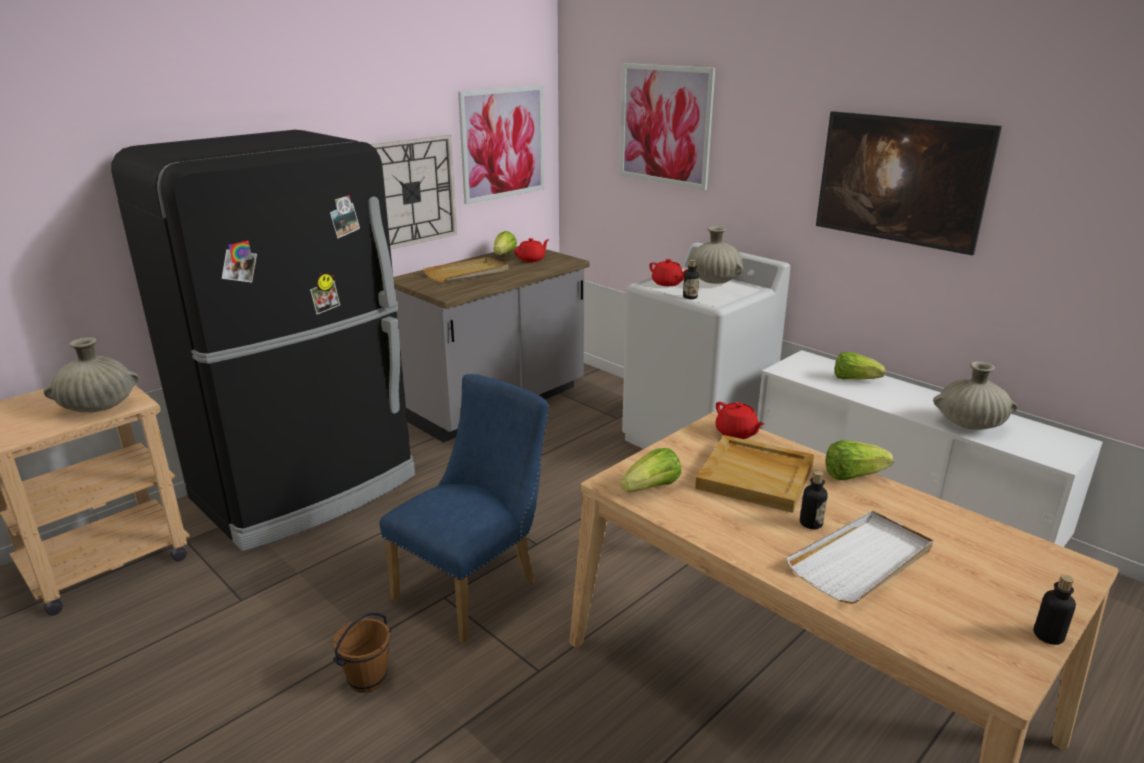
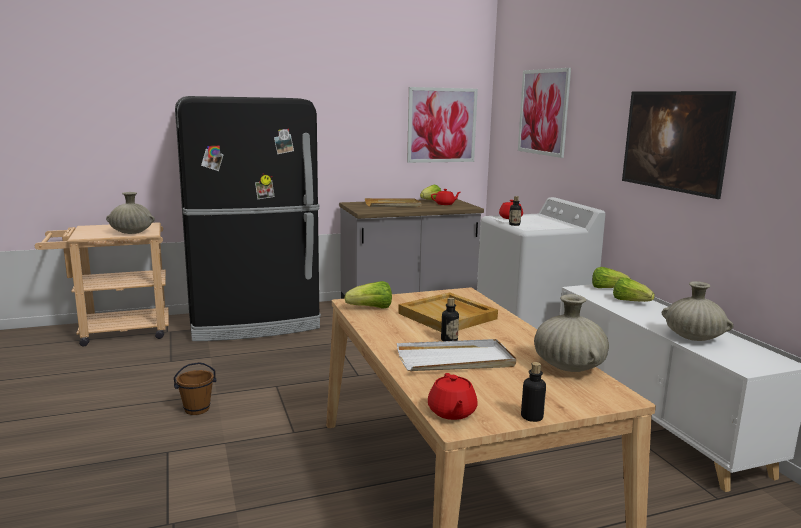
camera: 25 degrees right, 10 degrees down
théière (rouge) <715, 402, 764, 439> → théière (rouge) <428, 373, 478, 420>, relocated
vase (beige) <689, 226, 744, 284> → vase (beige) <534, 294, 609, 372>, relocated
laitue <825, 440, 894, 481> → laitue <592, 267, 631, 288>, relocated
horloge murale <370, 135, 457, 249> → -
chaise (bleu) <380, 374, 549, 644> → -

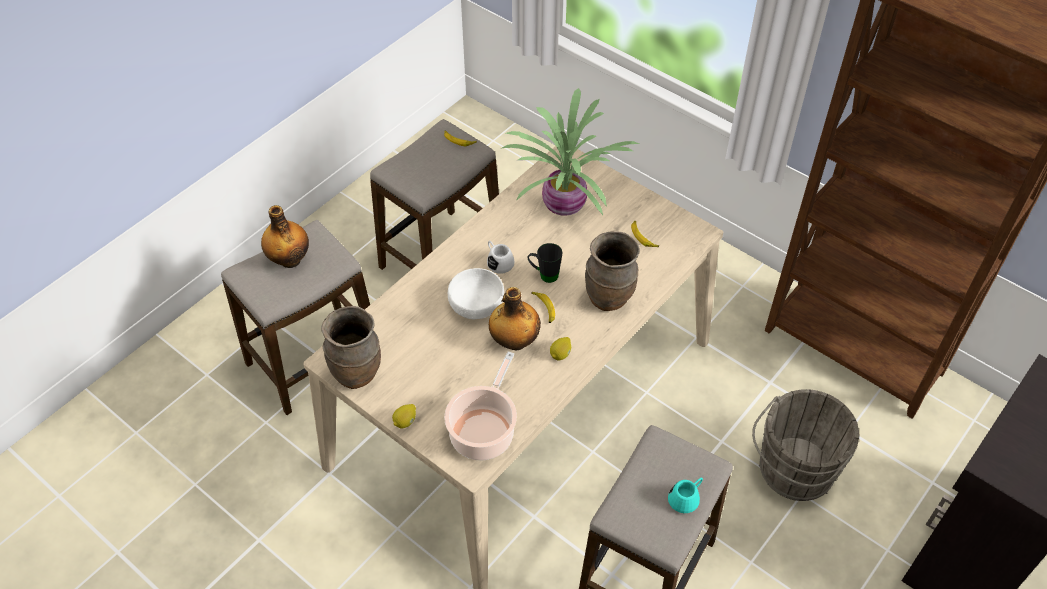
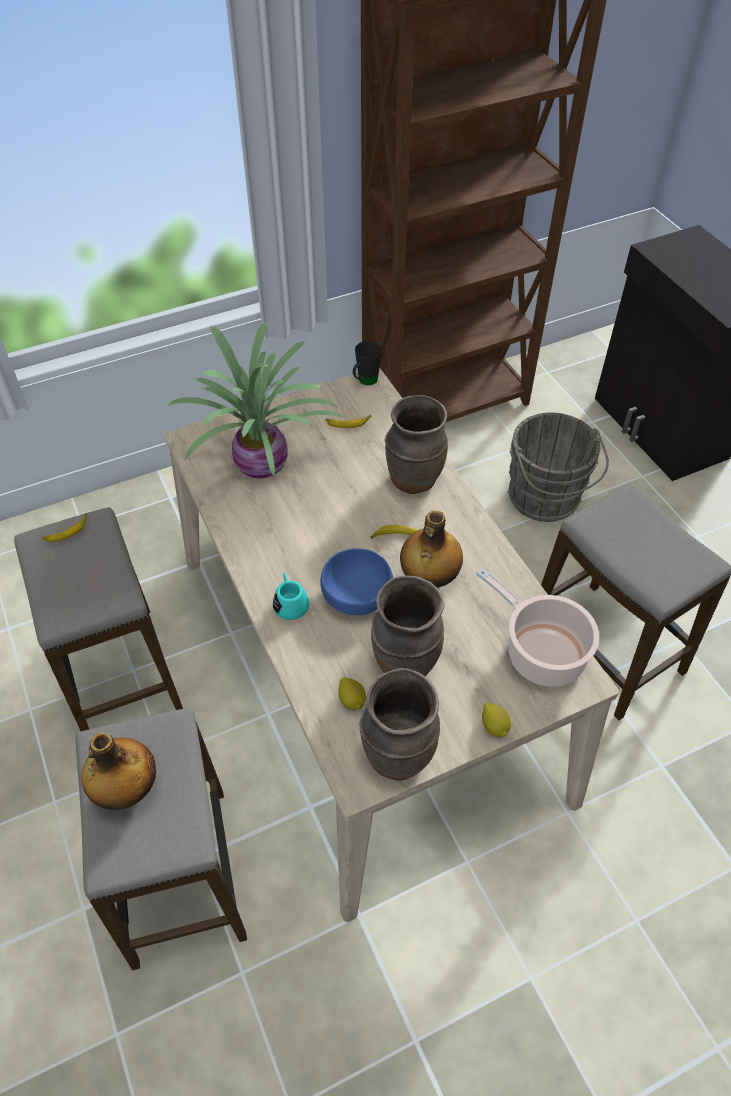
camera: 65 degrees left, 0 degrees up
mug (turquoise) <668, 478, 703, 513> → mug (turquoise) <273, 572, 310, 620>, relocated
bol (blanc) <448, 268, 504, 320> → bol (bleu) <320, 548, 393, 615>
citron <550, 337, 571, 361> → citron <338, 677, 366, 710>, relocated
mug (noir) <528, 243, 562, 283> → mug (noir) <353, 341, 382, 385>, relocated
- → vase (marron) <371, 576, 444, 676>
mug (blanc) <487, 241, 514, 274> → -

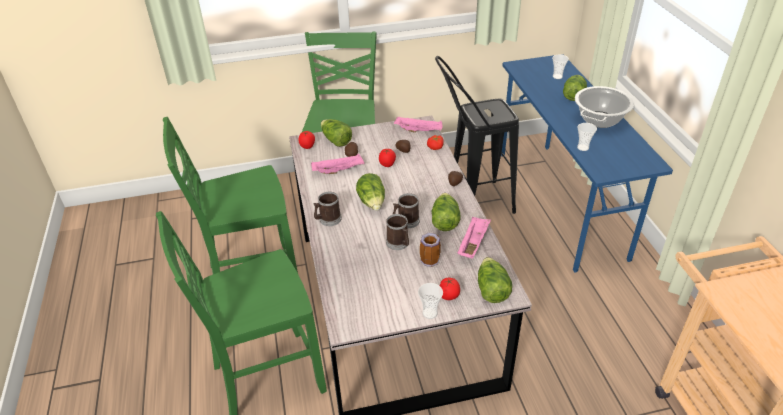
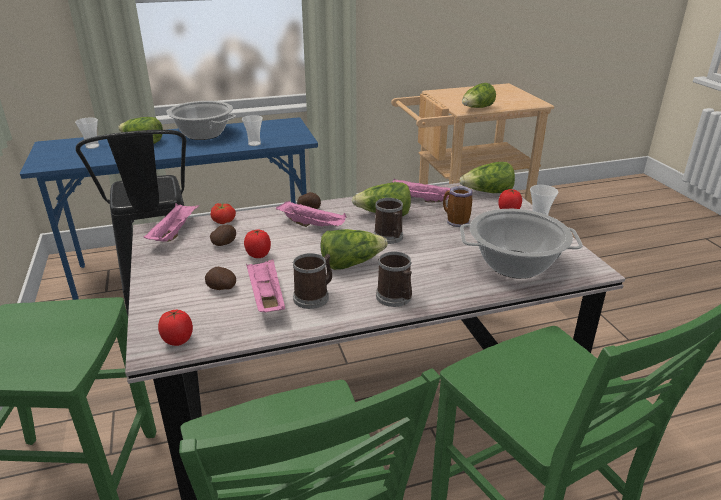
camera: 95 degrees left, 10 degrees down
- → plateau (rose) <276, 201, 347, 227>
mug <386, 214, 409, 250> → mug <293, 253, 332, 309>, relocated
- → marmite <460, 209, 583, 279>
laitue <321, 119, 352, 147> → laitue <462, 83, 496, 108>, relocated

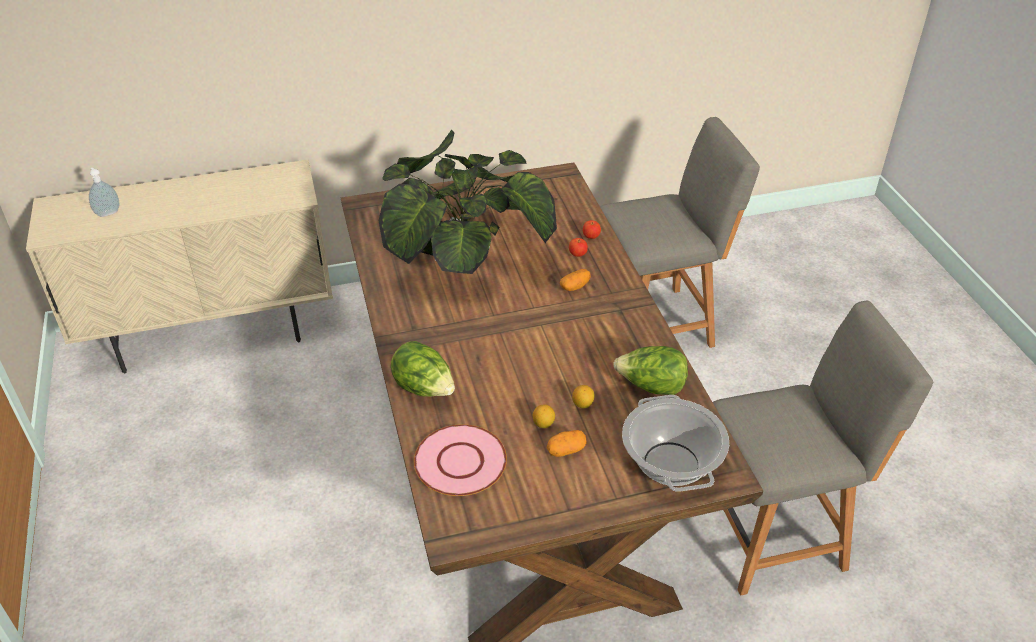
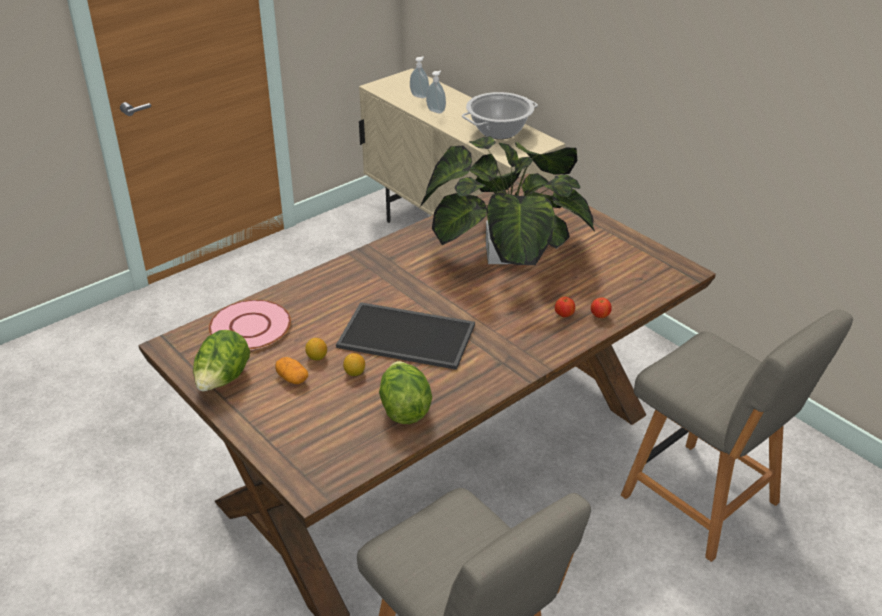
camera: 65 degrees right, 5 degrees down
laitue <391, 341, 455, 397> → laitue <193, 330, 250, 391>, relocated
- → plateau <336, 302, 475, 370>
- → distributeur de savon <426, 71, 446, 113>
marmite <622, 395, 729, 492> → marmite <462, 92, 538, 139>, relocated
pomme de terre <560, 269, 591, 291> → -

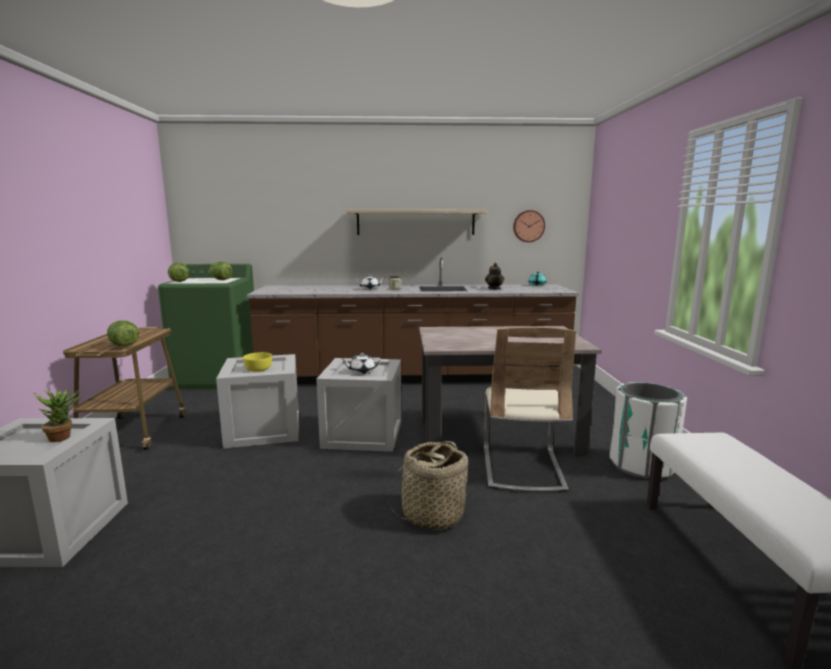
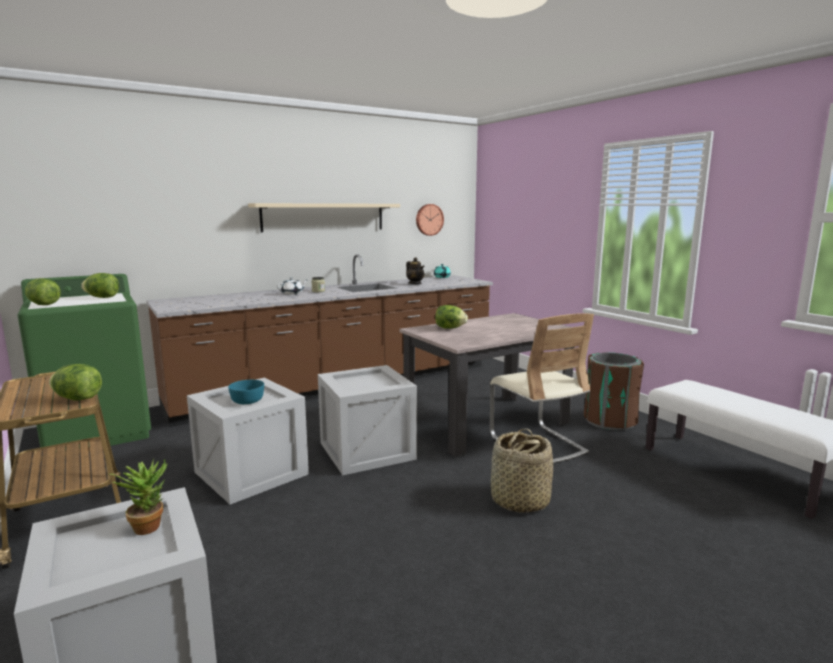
camera: 30 degrees left, 0 degrees up
bol (jaune) <243, 352, 272, 372> → bol (turquoise) <228, 380, 264, 404>
- → laitue <435, 305, 468, 329>
poubelle (blanc) <609, 382, 687, 479> → poubelle (marron) <584, 353, 644, 430>
théière (blanc) <341, 353, 381, 374> → -

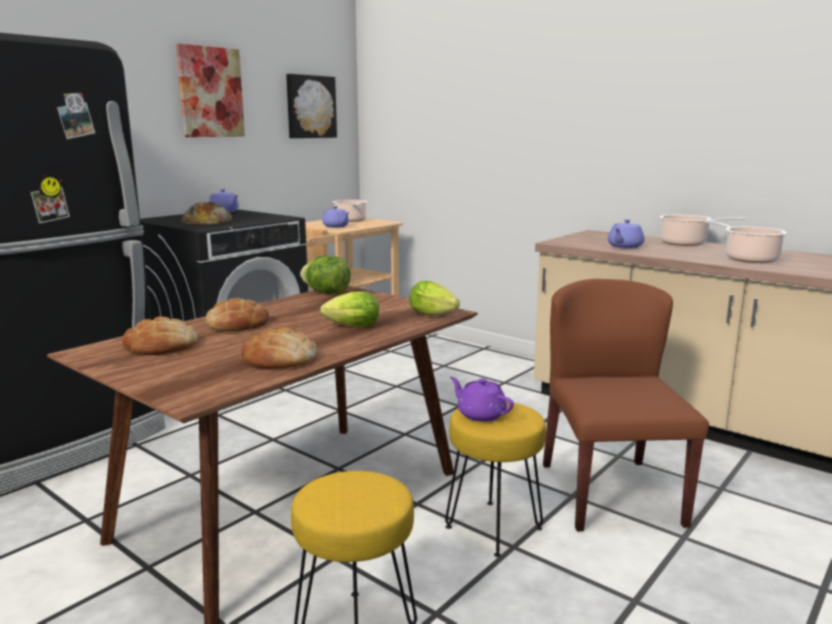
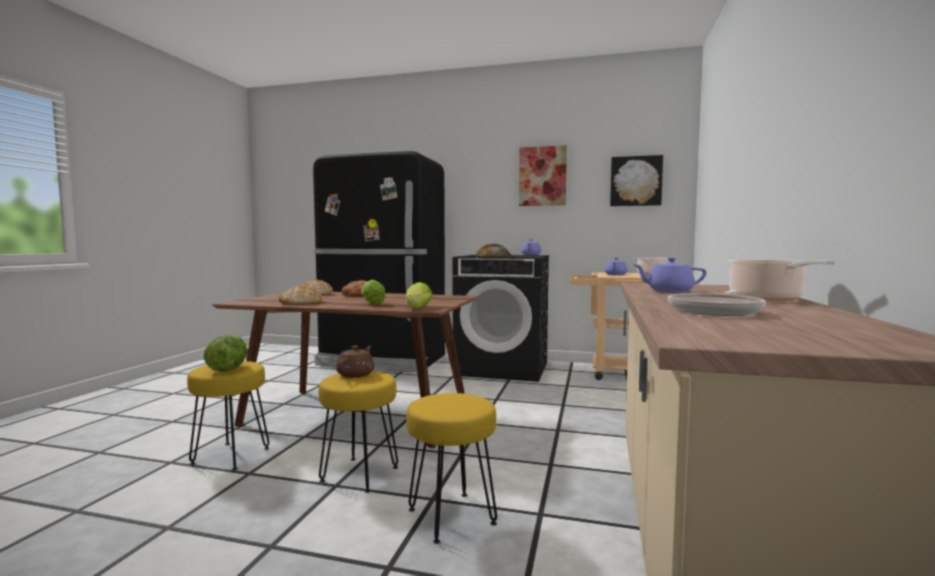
camera: 65 degrees right, 10 degrees down
laitue <300, 256, 351, 294> → laitue <204, 335, 248, 372>, relocated
théière (violet) <450, 377, 514, 422> → théière (marron) <336, 346, 374, 378>
chaise (marron) <543, 279, 709, 532> → tabouret (jaune) <406, 393, 497, 544>
marmite <704, 220, 787, 263> → poêle <668, 289, 766, 316>

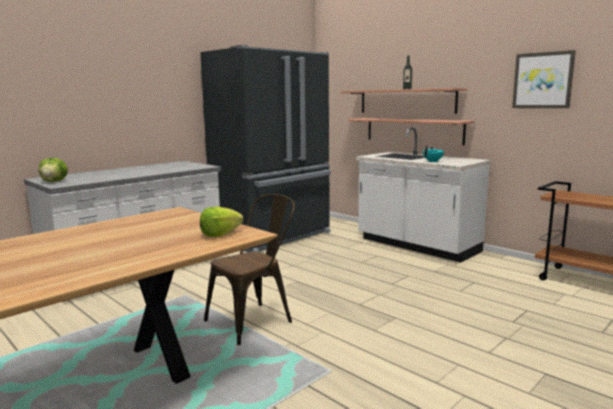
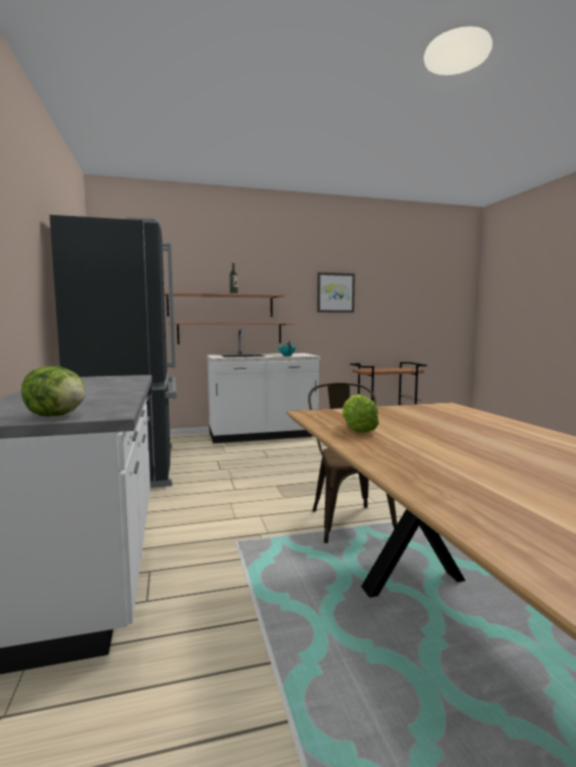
camera: 60 degrees left, 5 degrees down
laitue <200, 206, 243, 237> → laitue <342, 394, 379, 433>, relocated

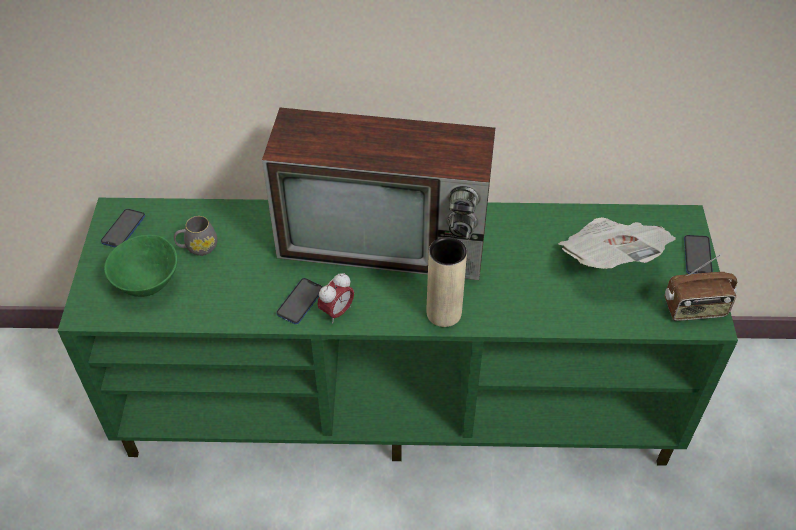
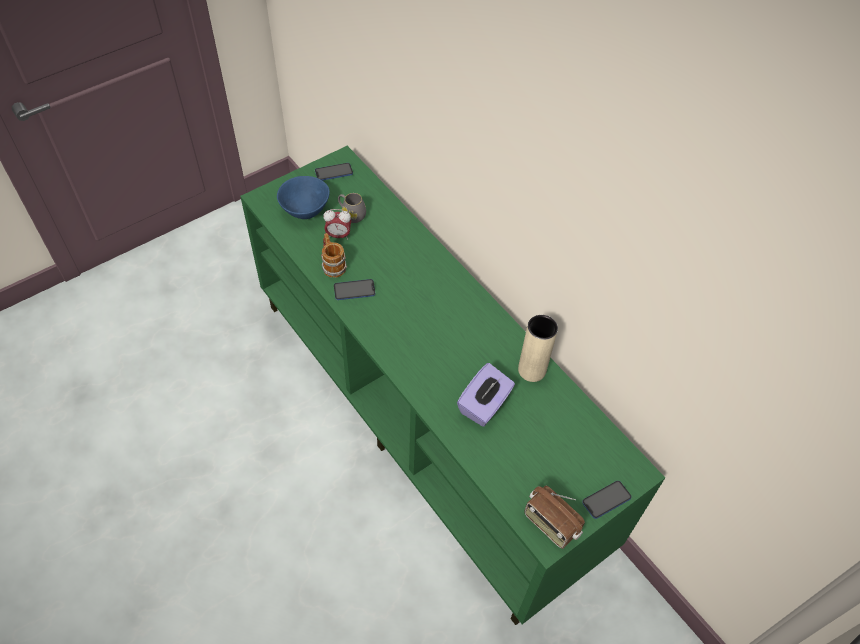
camera: 50 degrees right, 5 degrees up
bol (vert) <104, 235, 178, 297> → bol (bleu) <277, 176, 330, 219>
- → mug <321, 233, 347, 278>
réveil <317, 273, 354, 324> → réveil <323, 209, 352, 240>, relocated
- → boîte à mouchoirs (violet) <457, 363, 515, 427>
vase (beige) <426, 237, 467, 327> → vase (beige) <518, 315, 558, 382>, relocated
téléviseur <262, 108, 495, 280> → -
journal <558, 217, 676, 269> → -

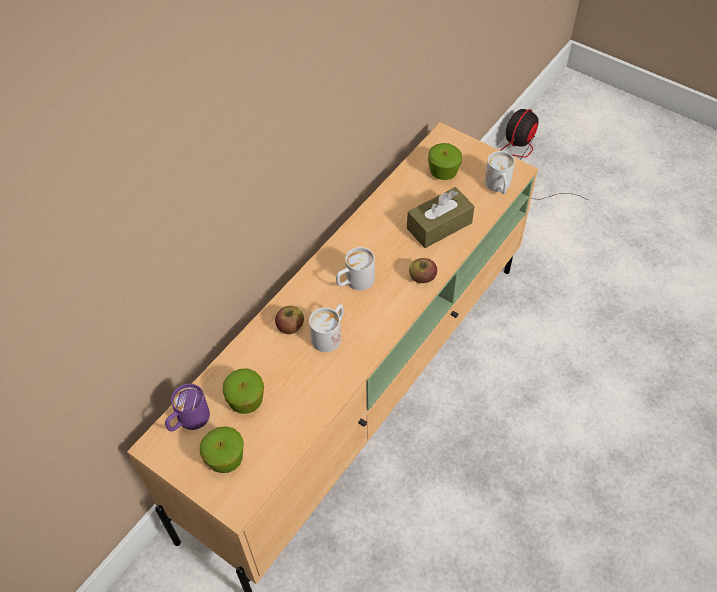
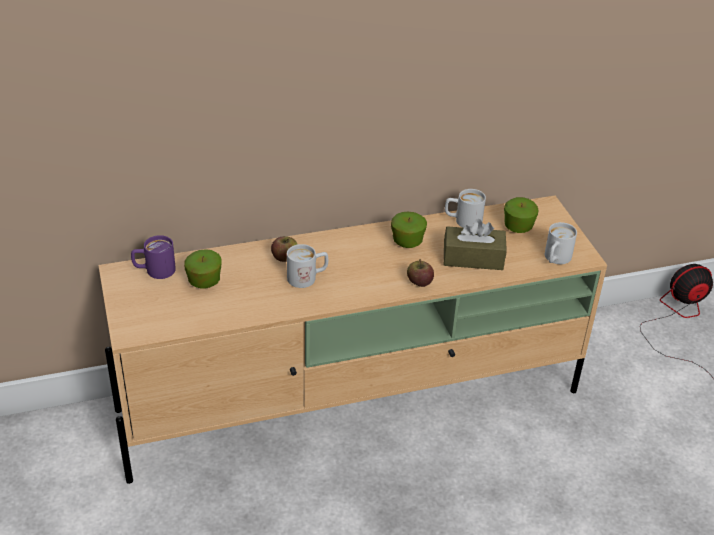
camera: 35 degrees right, 15 degrees down
pomme <200, 426, 244, 473> → pomme <391, 212, 427, 248>, relocated
mug (blanc) <336, 247, 375, 290> → mug (blanc) <445, 189, 486, 228>, relocated

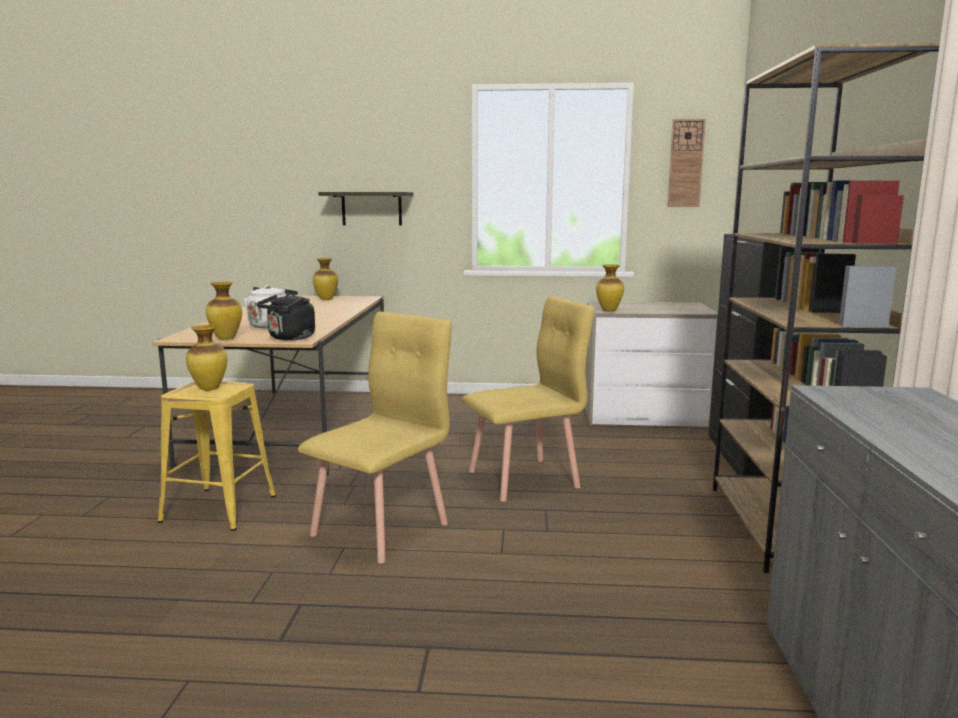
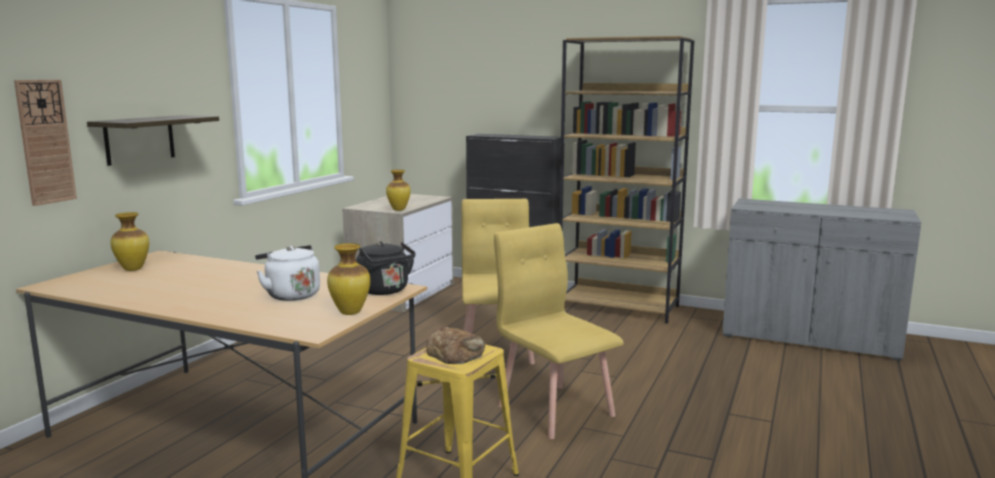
camera: 70 degrees left, 0 degrees up
horloge murale <667, 119, 706, 207> → horloge murale <14, 80, 77, 206>, relocated
vase <186, 325, 227, 390> → pain <426, 326, 485, 364>

